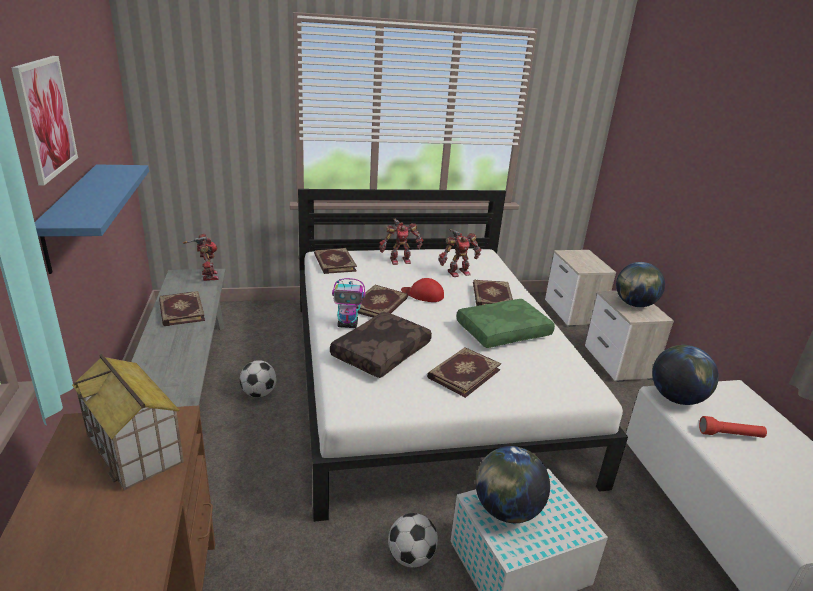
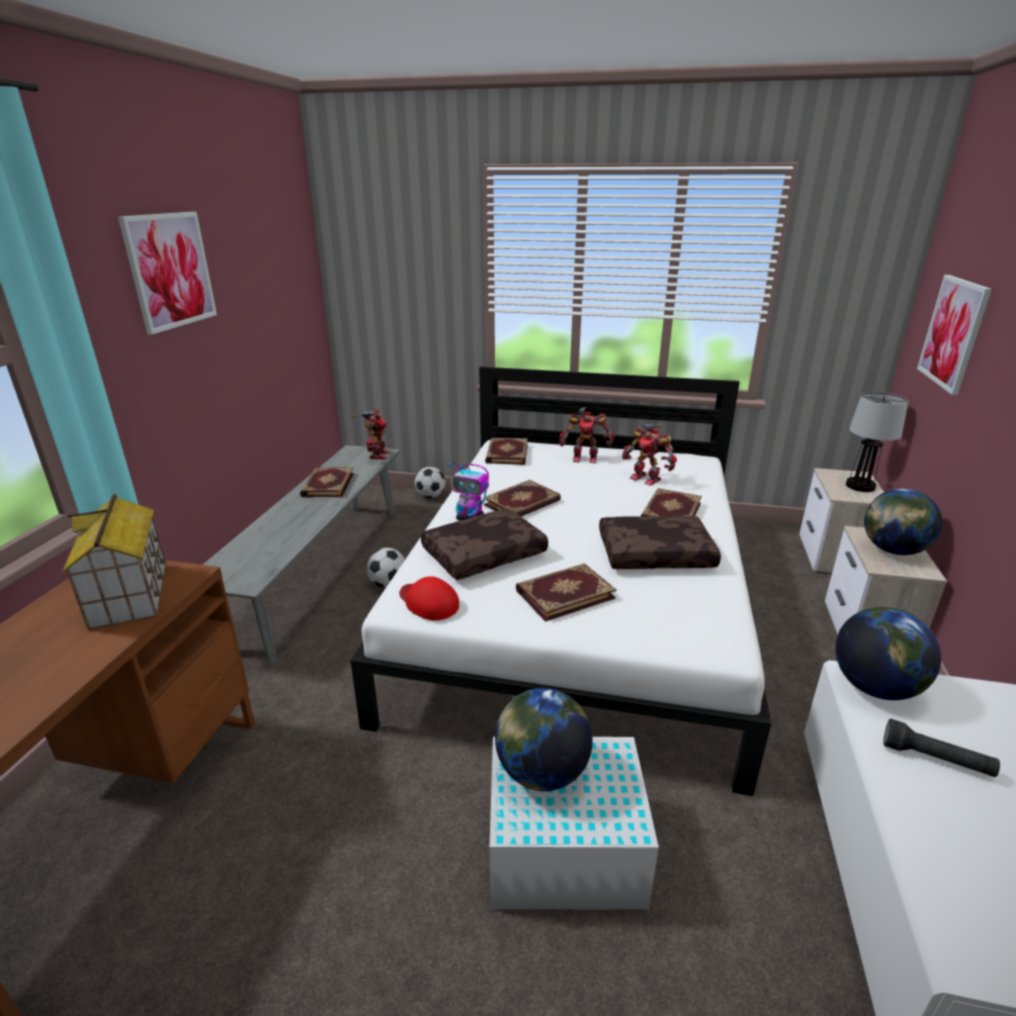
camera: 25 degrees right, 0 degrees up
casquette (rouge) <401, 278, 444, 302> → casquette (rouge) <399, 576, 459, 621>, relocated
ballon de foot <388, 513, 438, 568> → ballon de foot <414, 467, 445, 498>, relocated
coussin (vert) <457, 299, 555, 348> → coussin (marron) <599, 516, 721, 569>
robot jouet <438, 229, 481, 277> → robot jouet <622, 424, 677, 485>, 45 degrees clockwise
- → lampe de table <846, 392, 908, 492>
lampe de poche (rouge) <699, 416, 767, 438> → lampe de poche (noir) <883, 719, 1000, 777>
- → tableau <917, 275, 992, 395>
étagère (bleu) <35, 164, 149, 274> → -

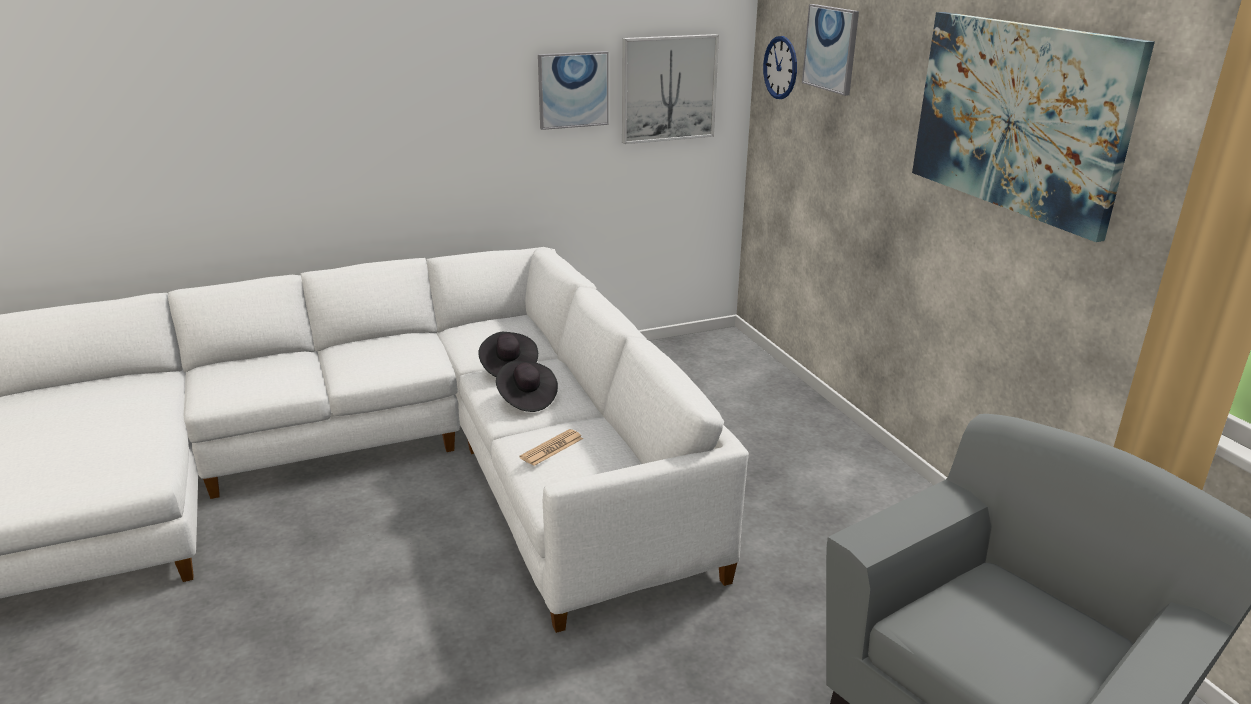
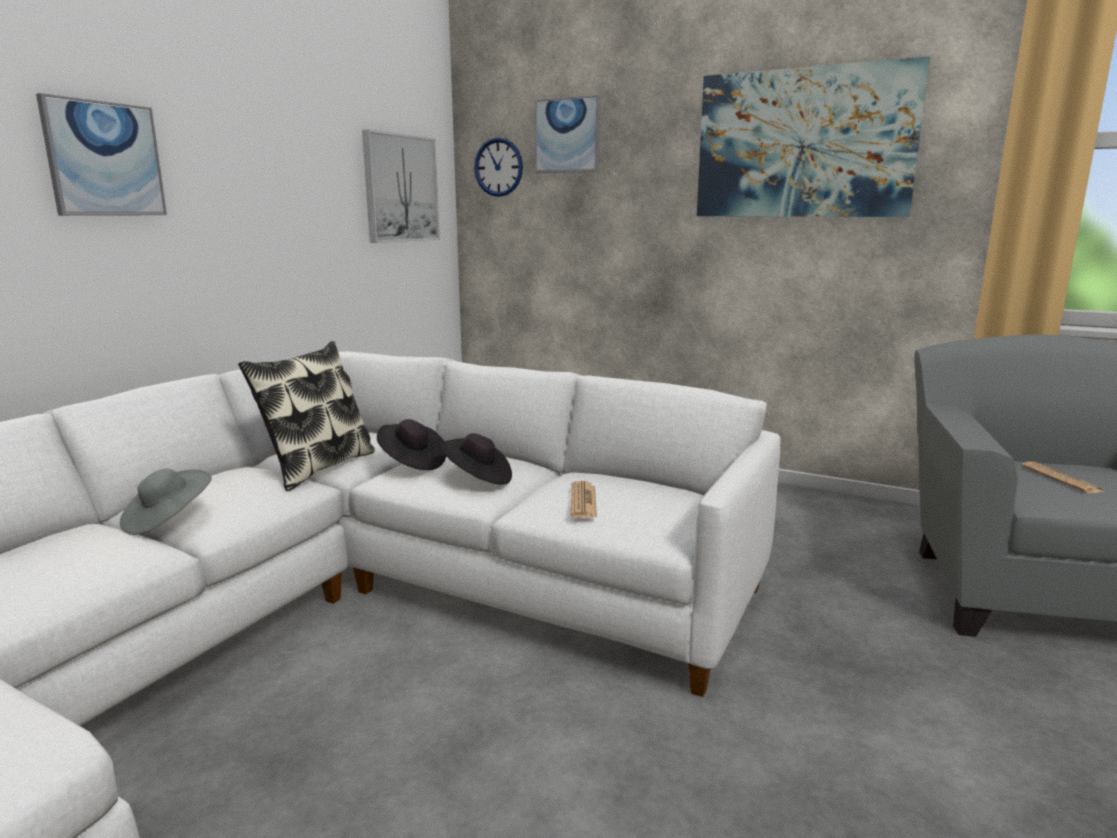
camera: 40 degrees left, 10 degrees down
tableau <538, 51, 609, 130> → tableau <36, 93, 167, 216>, relocated
- → chapeau (gris) <120, 468, 212, 535>
- → coussin <238, 341, 375, 491>
- → journal <1021, 461, 1105, 493>

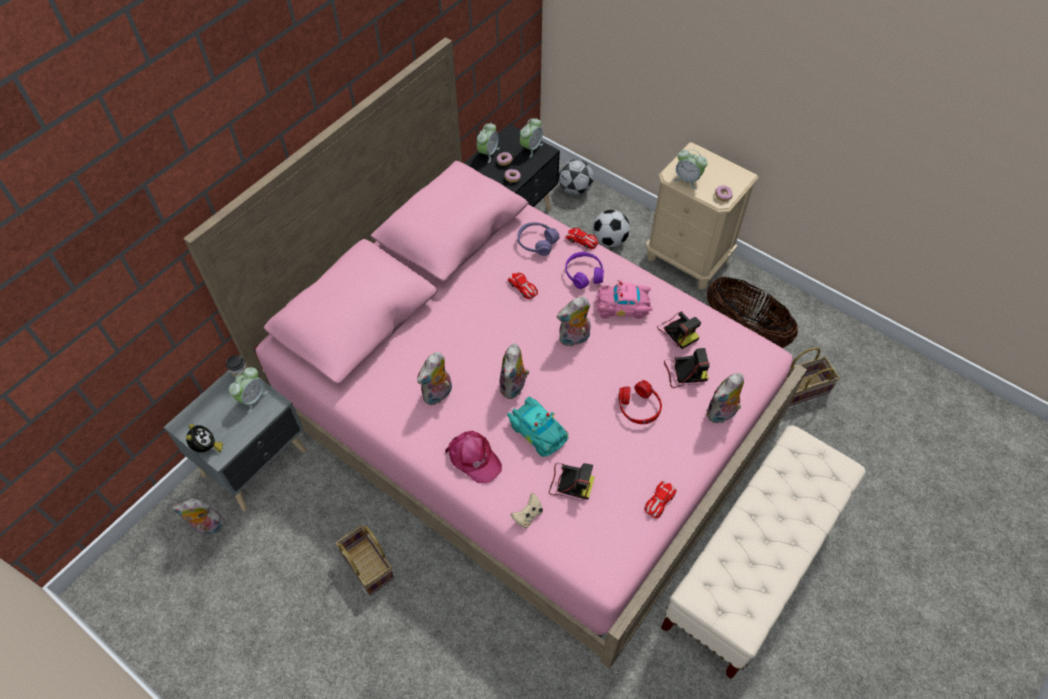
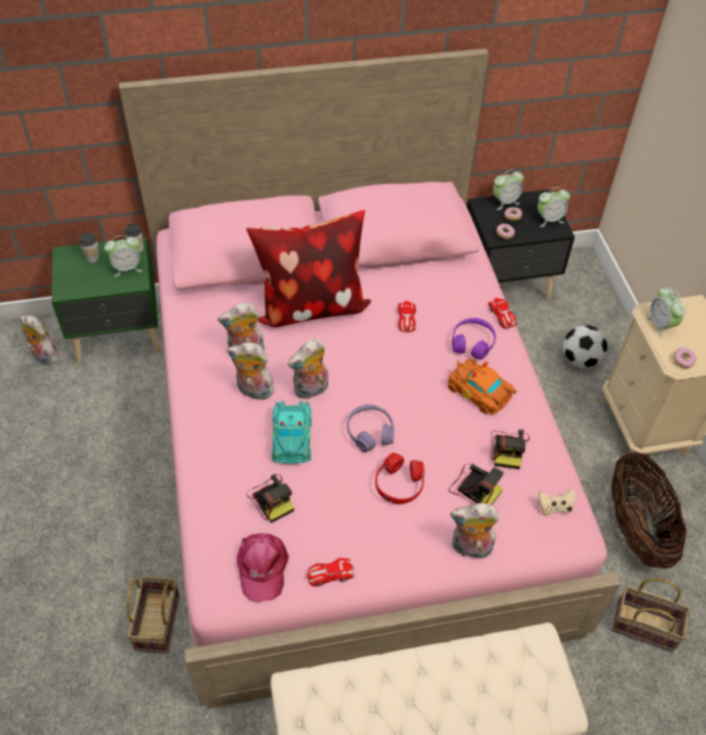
camera: 40 degrees right, 5 degrees down
table de chevet (gris) <164, 370, 306, 511> → table de chevet (vert) <52, 237, 162, 364>
- → tasse <79, 233, 99, 263>
panier <335, 525, 394, 596> → panier <127, 576, 180, 653>, relocated
peluche <556, 297, 591, 347> → peluche <227, 342, 274, 400>, relocated
casquette (rose) <445, 431, 502, 483> → casquette (rose) <237, 533, 289, 602>, relocated
- → coussin <246, 210, 371, 327>
casque audio (violet) <517, 222, 560, 256> → casque audio (violet) <347, 404, 394, 452>, relocated
petite voiture (rose) <596, 279, 653, 319> → petite voiture (orange) <447, 355, 517, 414>
manette (beige) <511, 493, 543, 528> → manette (beige) <538, 488, 575, 516>, relocated
réveil <186, 424, 223, 452> → -
ballon de foot <559, 159, 594, 195> → -

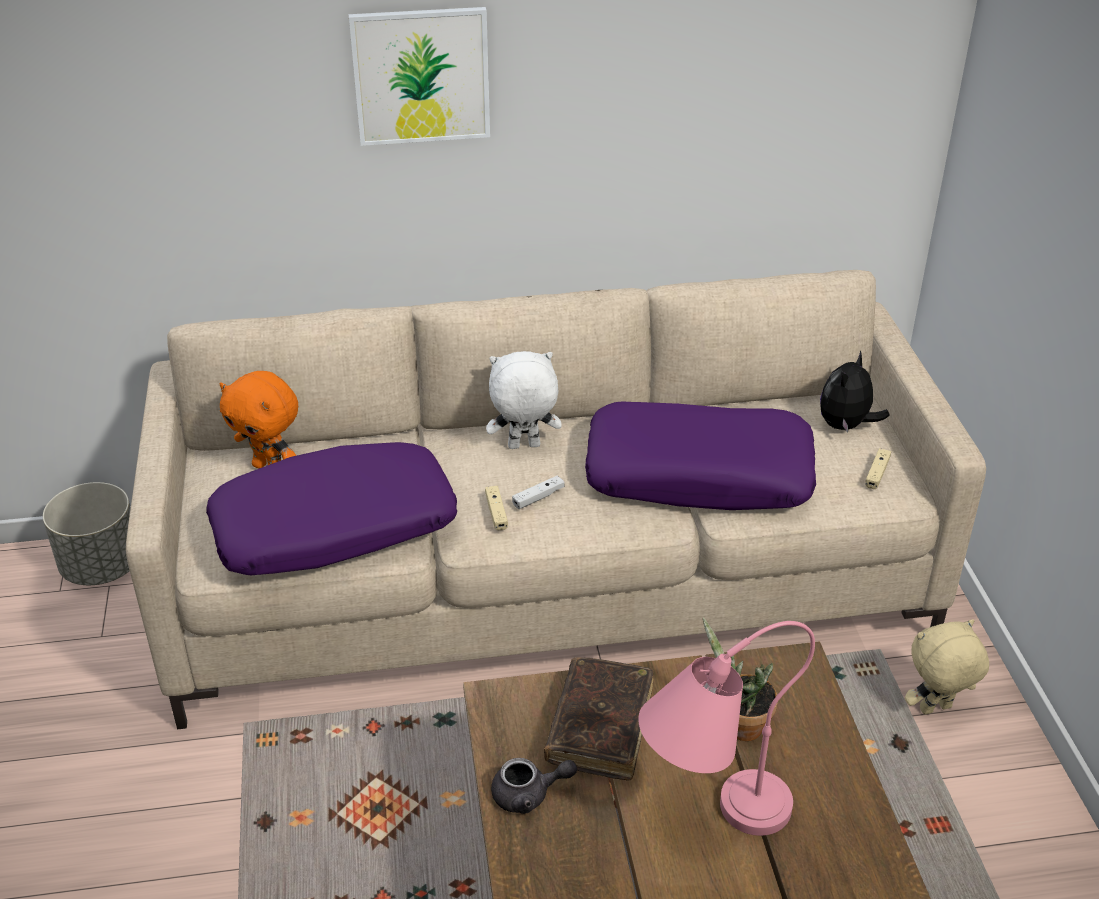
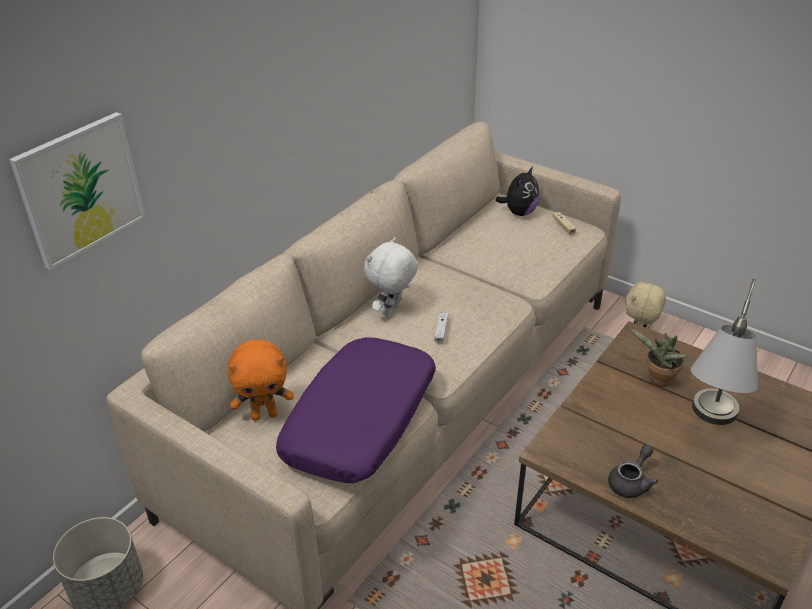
camera: 45 degrees left, 0 degrees up
tableau <349, 7, 490, 146> → tableau <9, 112, 145, 270>, relocated
peluche <820, 350, 890, 433> → peluche <496, 166, 540, 216>, 135 degrees counterclockwise
lampe de table (rose) <638, 621, 815, 836> → lampe de table (gris) <691, 279, 758, 425>
manette (beige) <485, 486, 508, 530> → -
livre (marron) <544, 657, 654, 781> → -
coussin (violet) <585, 401, 816, 510> → -

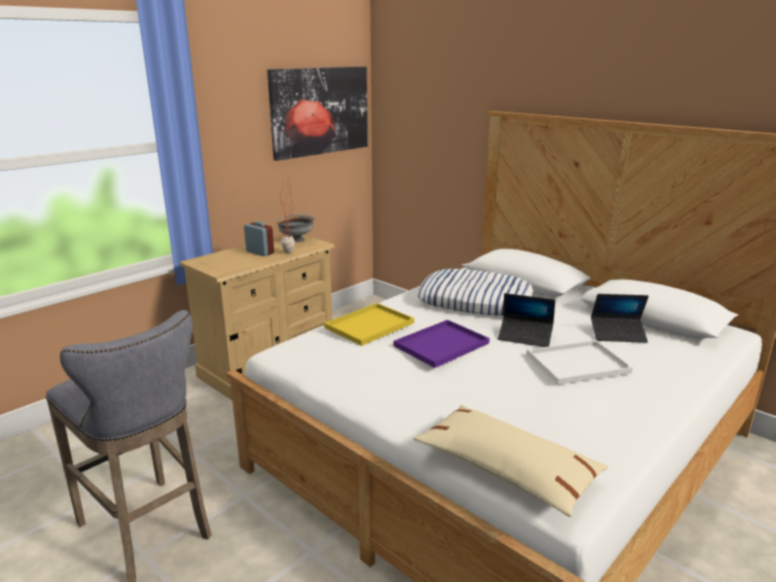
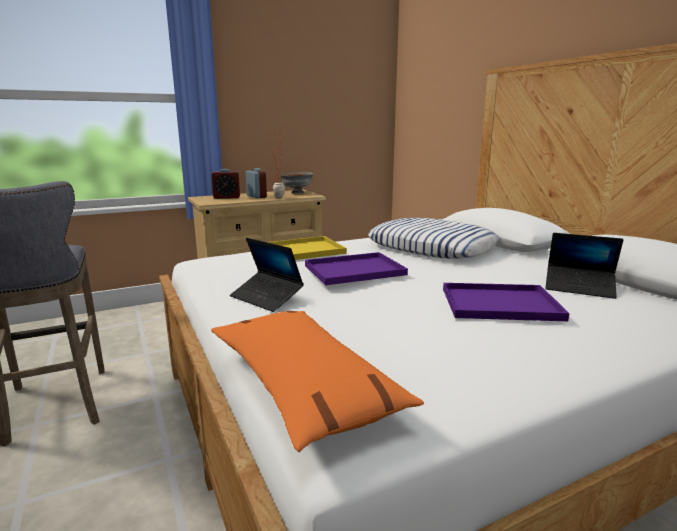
camera: 20 degrees right, 5 degrees down
- → réveil <211, 169, 240, 199>
coussin (beige) <414, 405, 609, 517> → coussin (orange) <211, 311, 424, 452>
ordinateur portable <498, 293, 555, 347> → ordinateur portable <230, 238, 304, 312>, relocated
plateau (blanc) <527, 340, 633, 385> → plateau (violet) <443, 283, 570, 321>
tableau <267, 67, 368, 161> → -

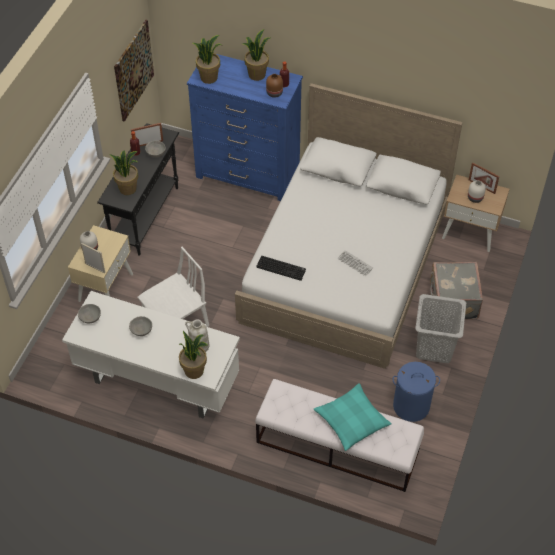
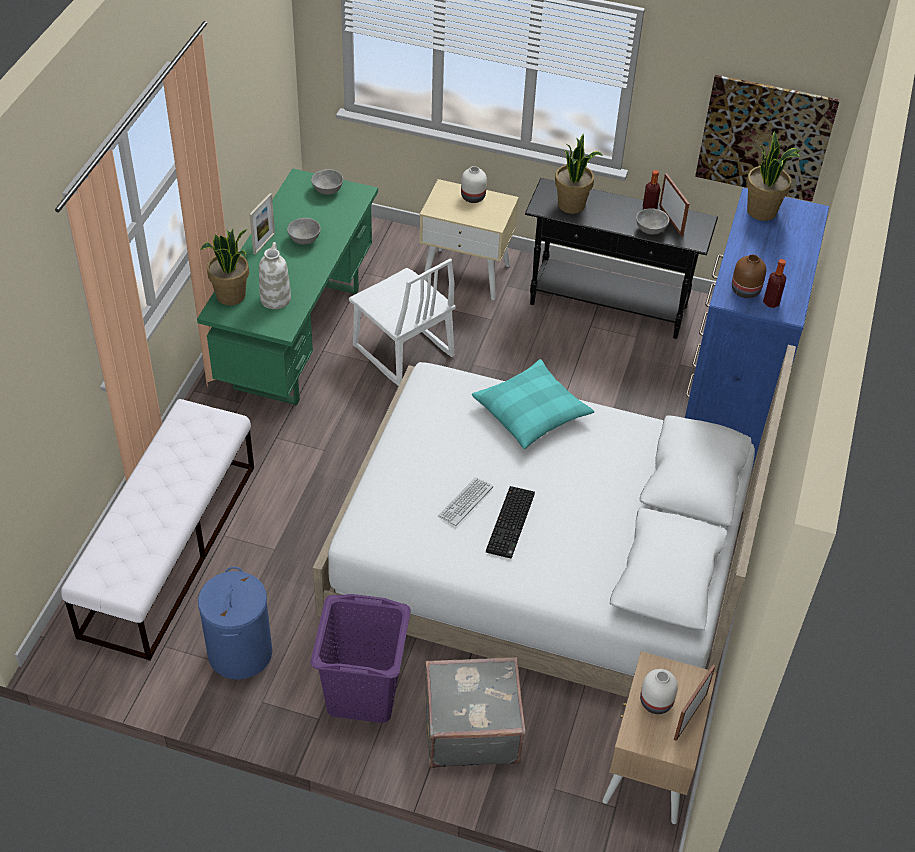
camera: 85 degrees right, 5 degrees down
bureau (blanc) <62, 291, 240, 419> → bureau (vert) <197, 168, 378, 406>
cadre photo <81, 243, 105, 273> → cadre photo <249, 193, 275, 255>, relocated
panier à linge (gris) <415, 294, 466, 363> → panier à linge (violet) <310, 594, 411, 723>
coussin (turquoise) <314, 383, 392, 451> → coussin (turquoise) <472, 359, 594, 449>, relocated
clavier <256, 256, 306, 281> → clavier <486, 486, 535, 558>, relocated
plante en pot <243, 29, 270, 81> → -

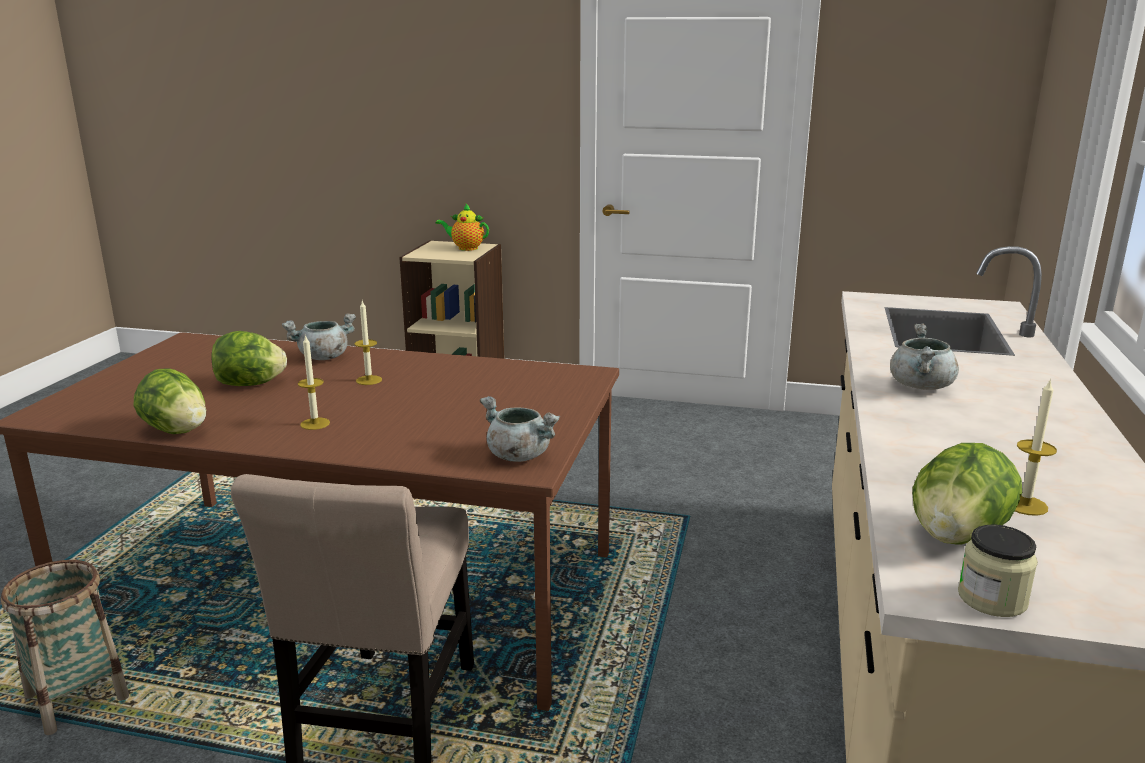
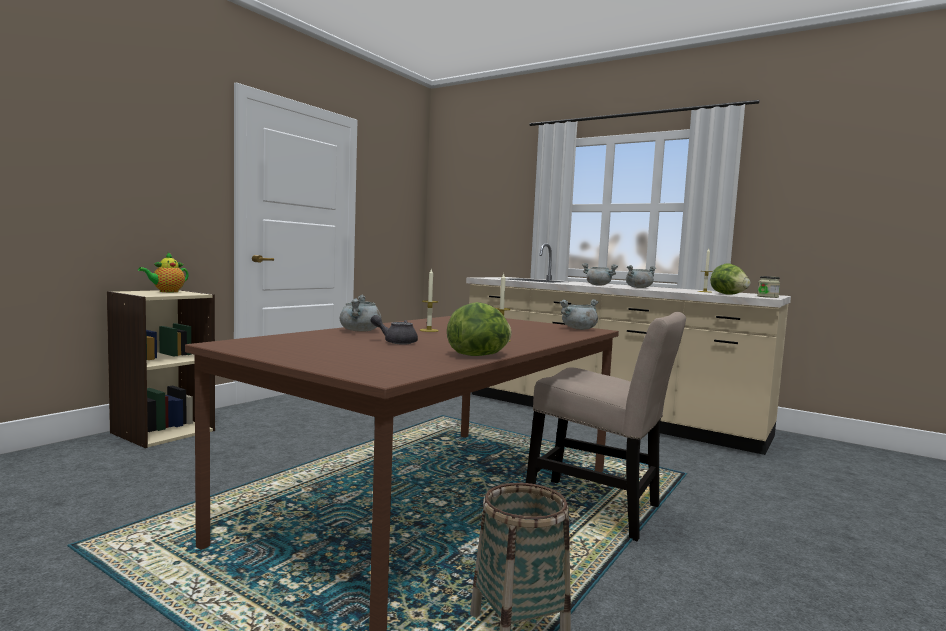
camera: 70 degrees left, 15 degrees down
laitue <211, 331, 287, 386> → théière (gris) <371, 315, 418, 345>
- → marmite (gris) <626, 265, 656, 288>

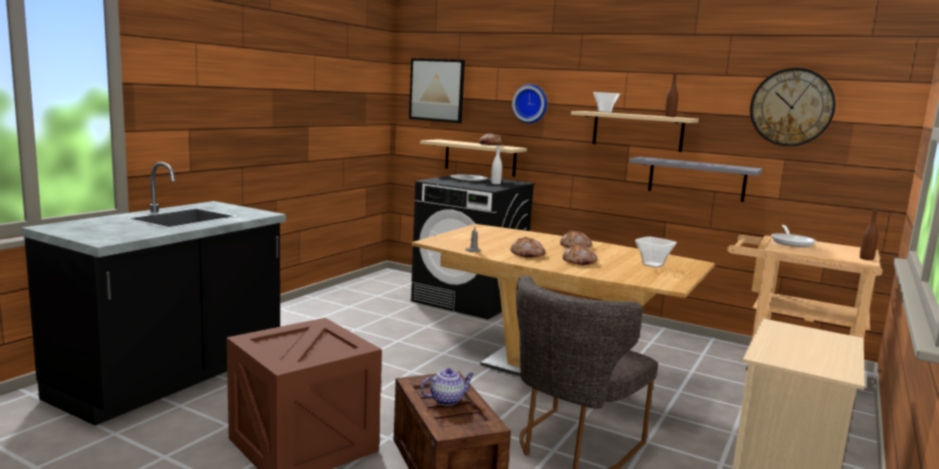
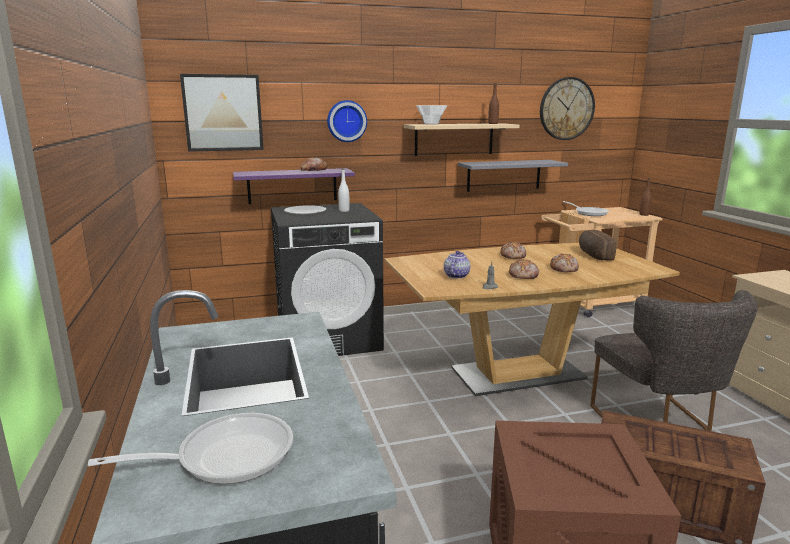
camera: 45 degrees left, 5 degrees up
- → poêle <88, 413, 293, 484>
étagère (beige) <420, 139, 527, 177> → étagère (violet) <233, 168, 355, 204>
théière <421, 368, 474, 406> → théière <444, 251, 470, 279>, relocated
bol <635, 237, 677, 268> → pain <579, 230, 617, 261>

